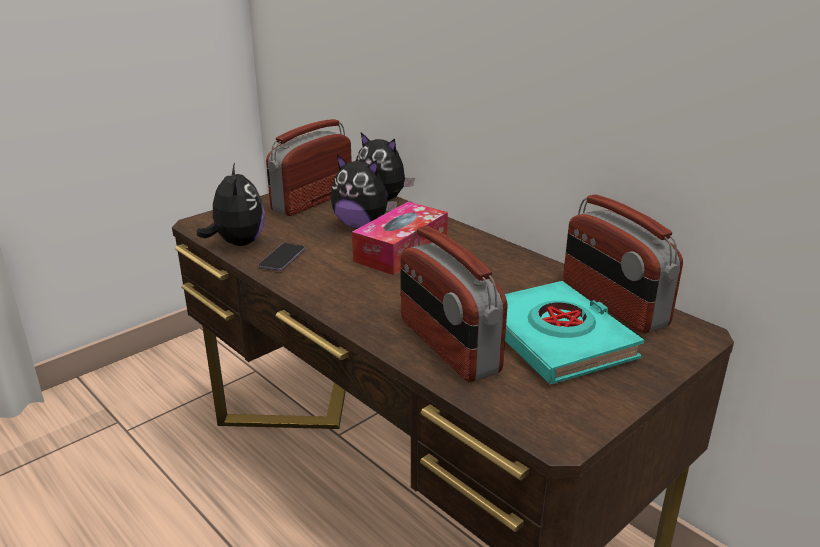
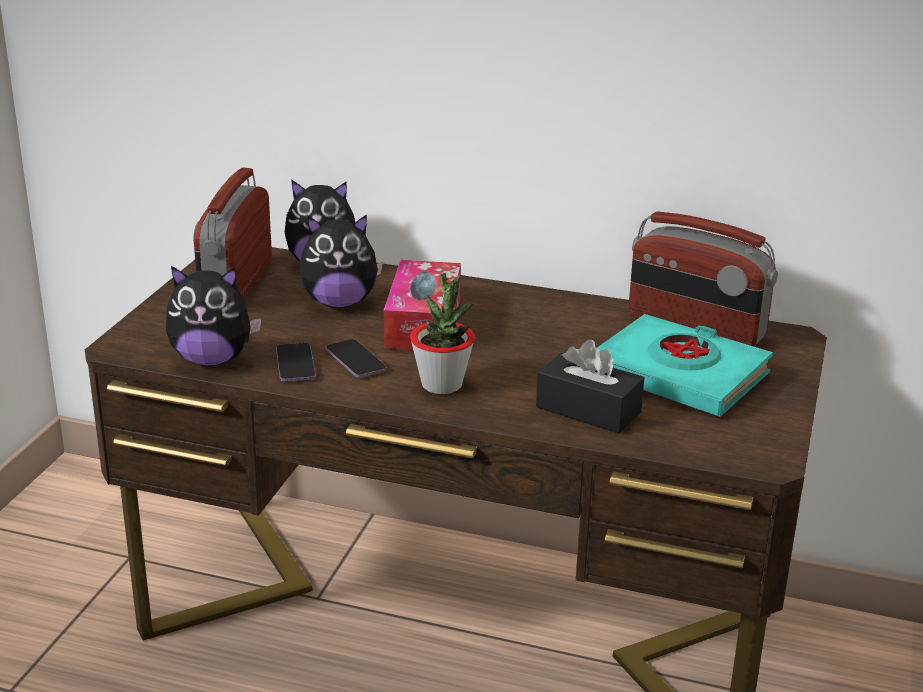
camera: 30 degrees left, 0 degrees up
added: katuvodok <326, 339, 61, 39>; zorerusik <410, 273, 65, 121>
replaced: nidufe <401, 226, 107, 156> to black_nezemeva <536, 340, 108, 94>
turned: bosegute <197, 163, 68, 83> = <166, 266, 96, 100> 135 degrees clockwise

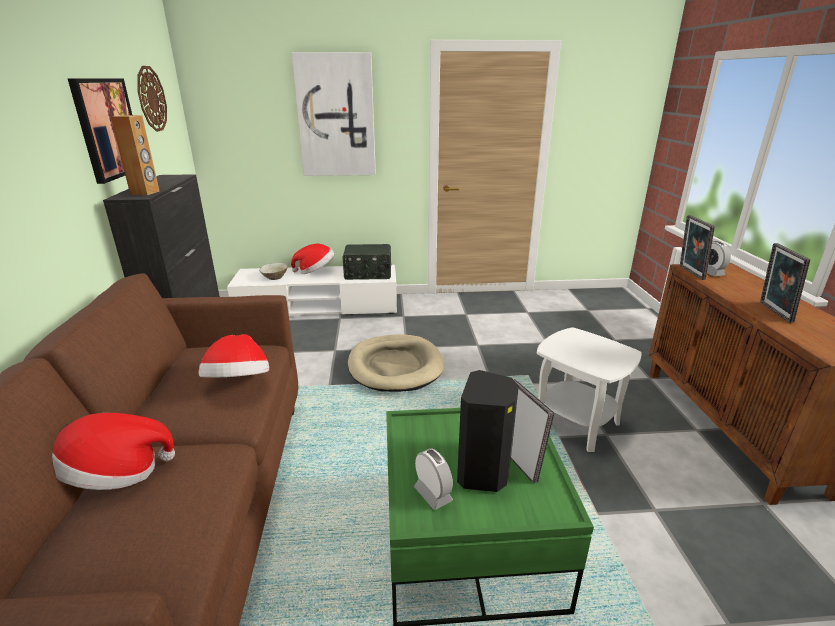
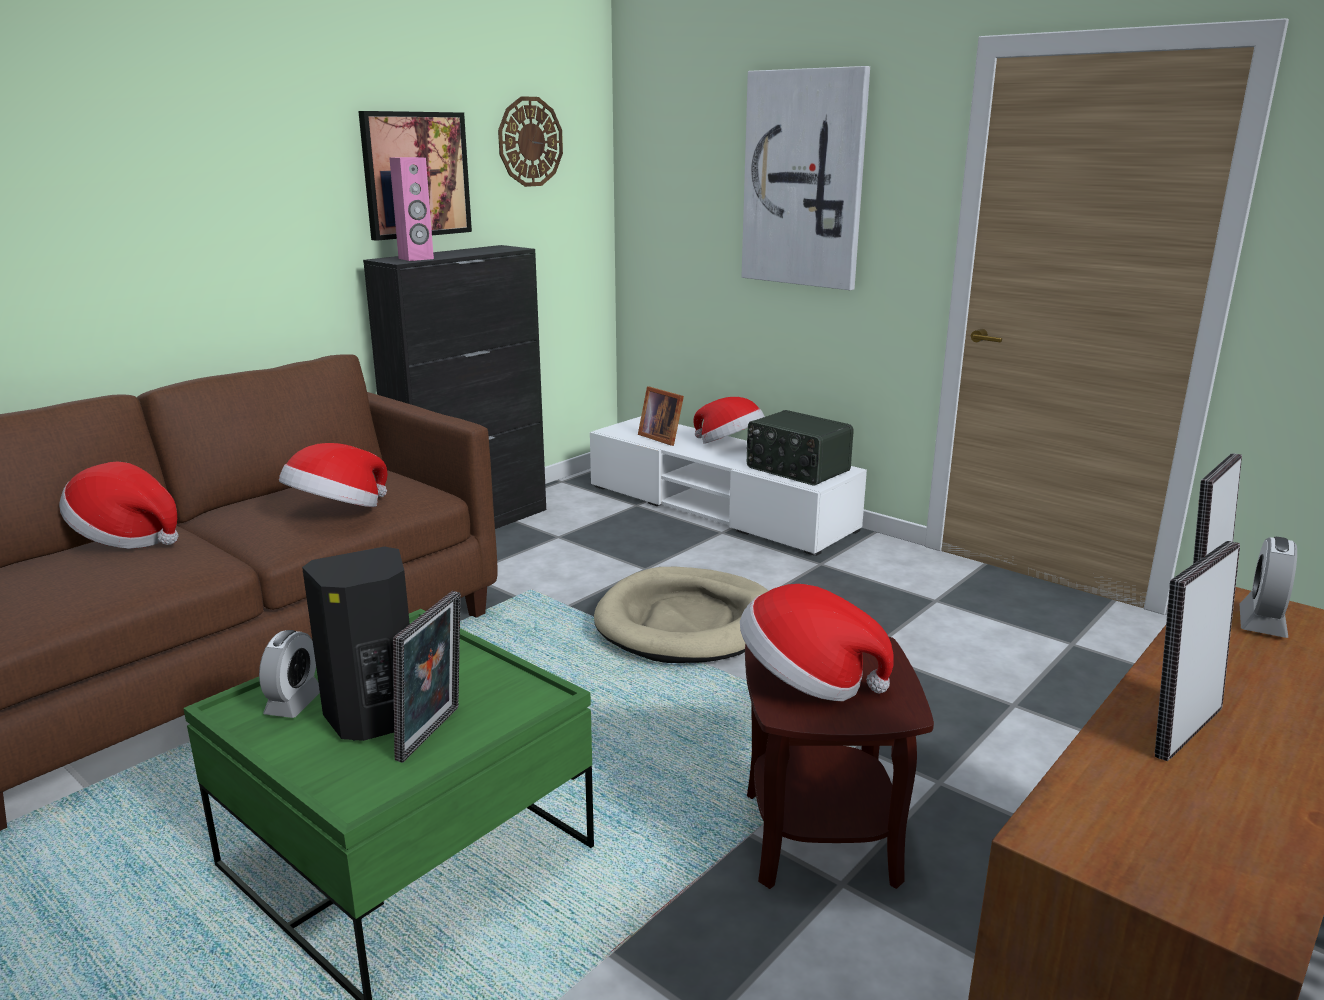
camera: 45 degrees right, 5 degrees down
added: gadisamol <740, 584, 153, 117>
replaced: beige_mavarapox <259, 263, 29, 17> to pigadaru <638, 386, 46, 60>
recoloured: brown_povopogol <111, 115, 48, 80> to pink_povopogol <389, 157, 45, 104>; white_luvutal <537, 327, 105, 125> to brown_luvutal <745, 637, 189, 252>

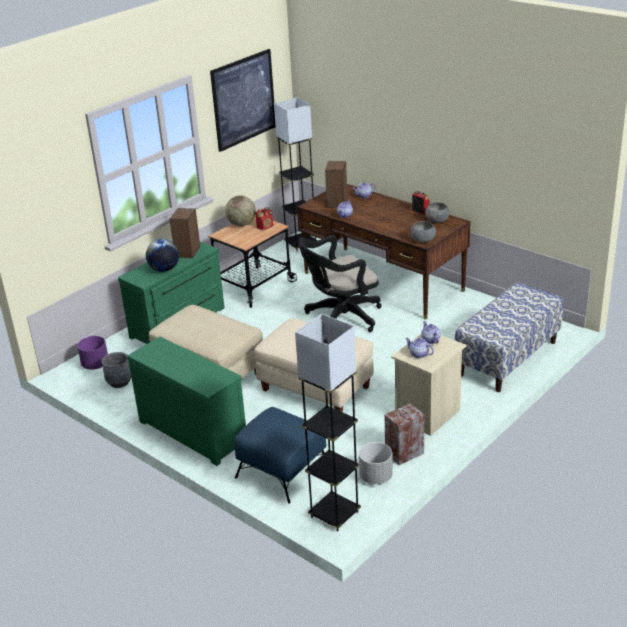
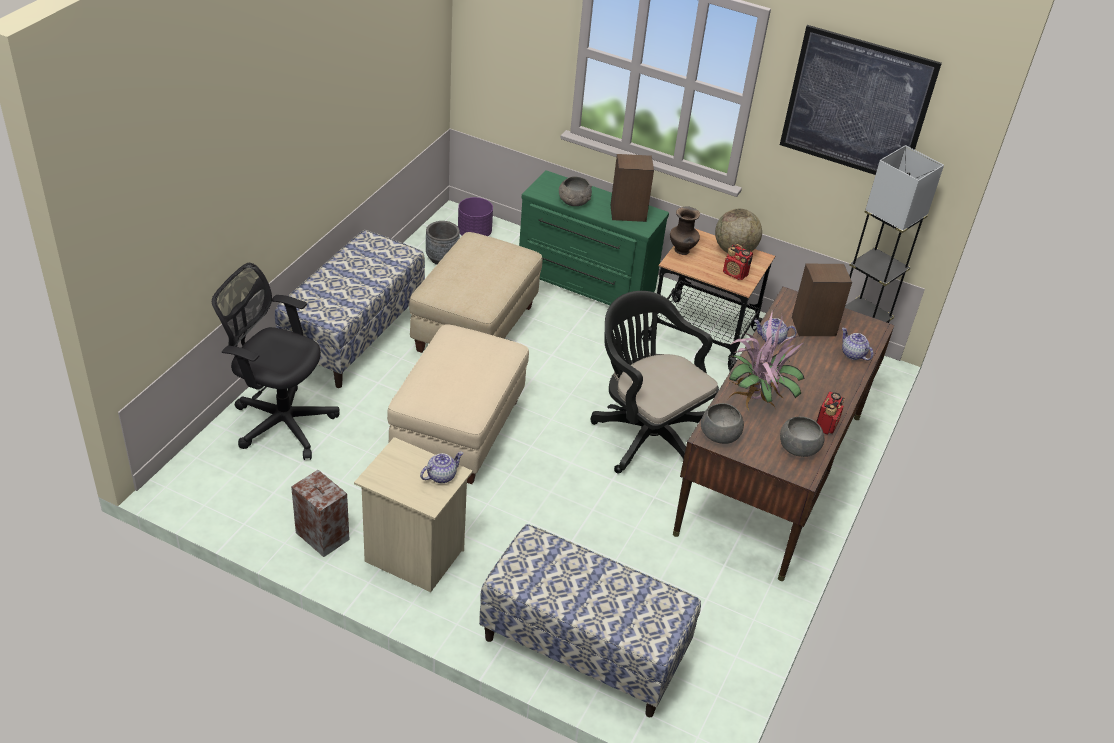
camera: 70 degrees right, 10 degrees up
removed: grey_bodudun <295, 314, 66, 217>; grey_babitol <359, 442, 34, 42>; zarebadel <405, 338, 29, 20>
added: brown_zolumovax <670, 206, 30, 49>; zorerusik <728, 312, 77, 98>
replaced: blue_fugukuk <234, 407, 93, 96> to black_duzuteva <212, 263, 128, 197>; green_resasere <127, 337, 119, 129> to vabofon <275, 230, 150, 158>; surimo <146, 239, 33, 33> to grey_mavarapox <559, 176, 33, 30>

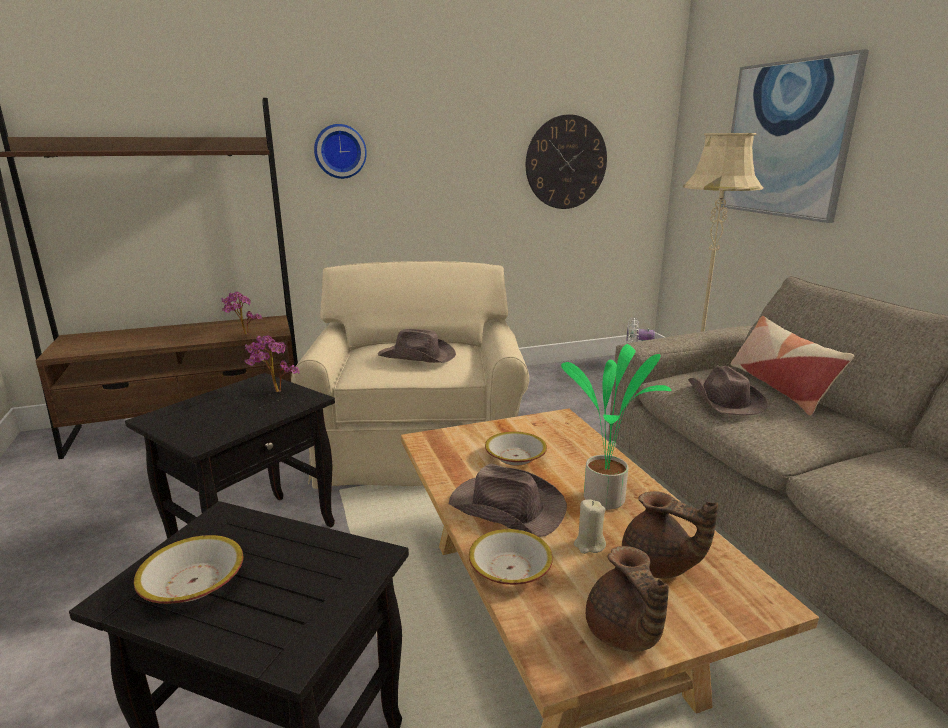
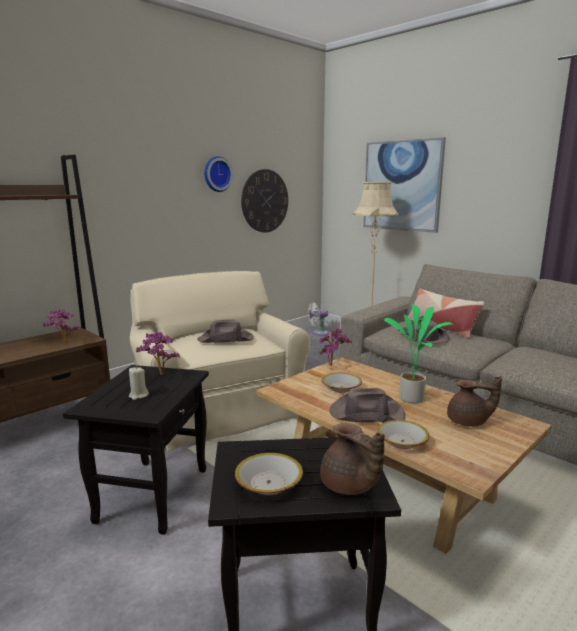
camera: 25 degrees left, 5 degrees down
added: zorerusik <319, 328, 33, 38>
moved: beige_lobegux <574, 499, 32, 55> to <129, 367, 20, 33>; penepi <314, 124, 53, 55> to <204, 156, 29, 36>; brown_zarebadel <586, 546, 83, 106> to <320, 423, 65, 72>

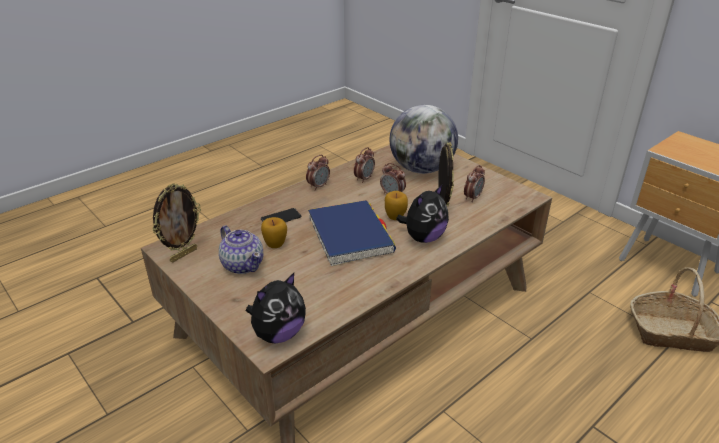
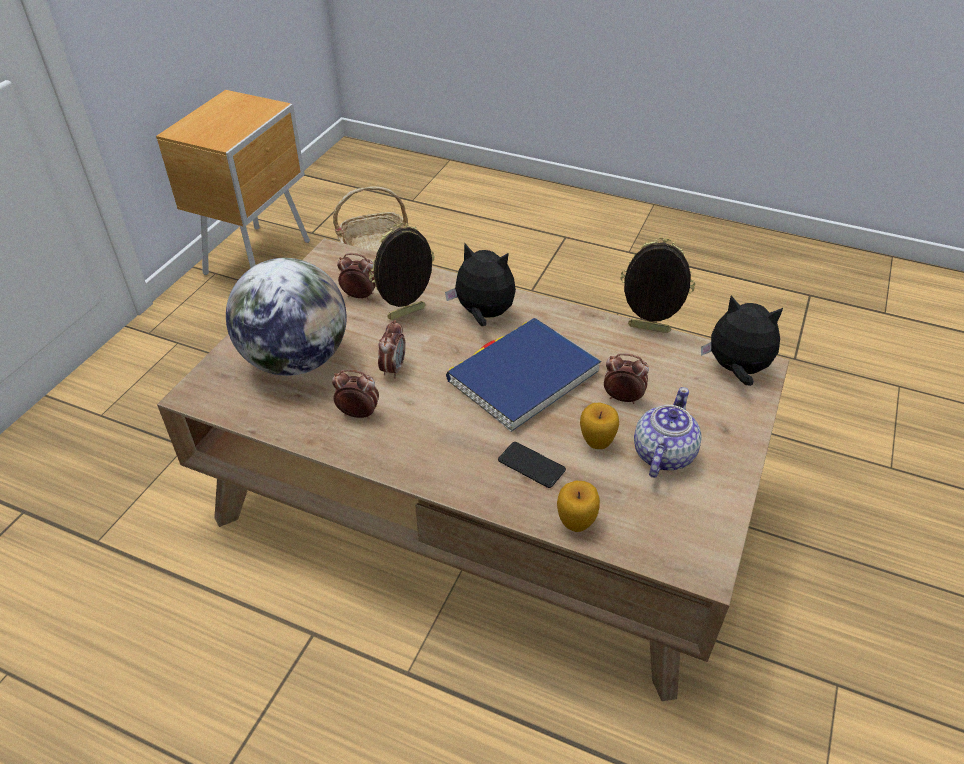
camera: 115 degrees left, 10 degrees up
moved: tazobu <385, 191, 23, 29> to <557, 481, 43, 51>; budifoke <306, 155, 24, 36> to <604, 353, 45, 51>; pigadaru <153, 183, 48, 79> to <620, 237, 75, 96>

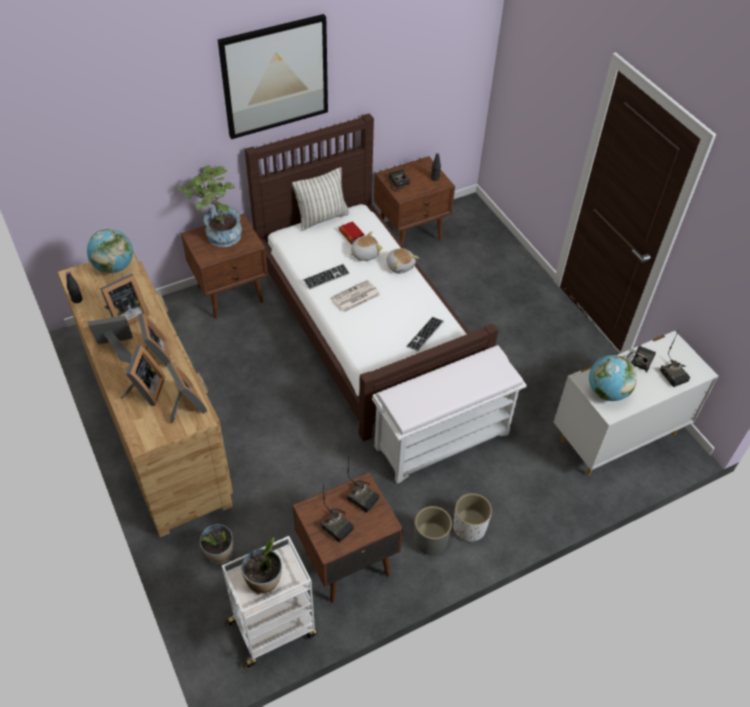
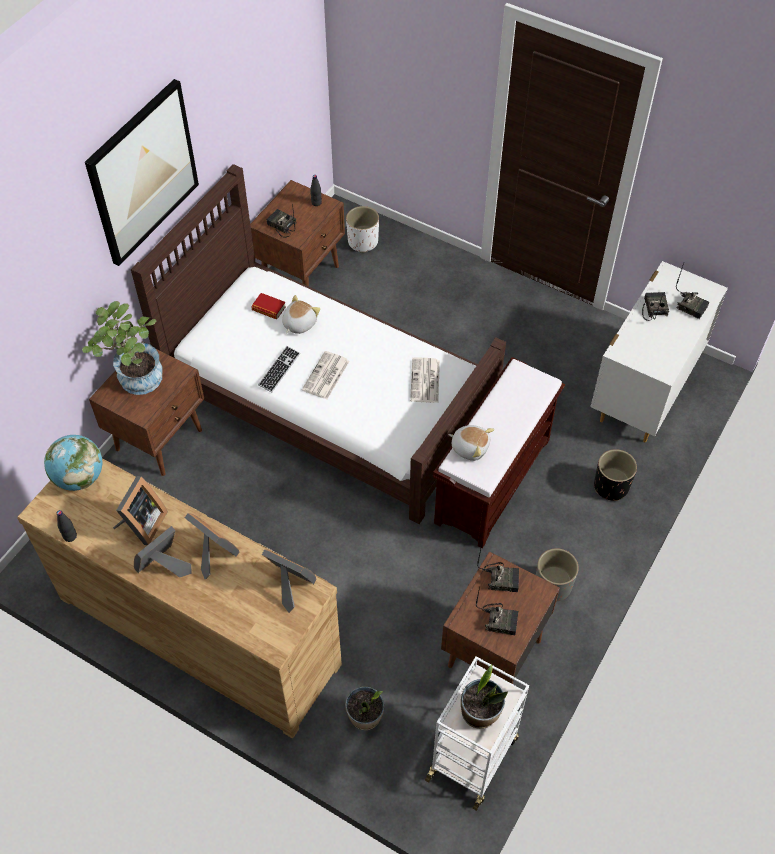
camera: 30 degrees left, 5 degrees up
removed: pigadaru <121, 345, 44, 61>; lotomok <292, 167, 57, 64>; surimo <589, 355, 48, 46>
added: black_babitol <594, 449, 43, 52>
moved: white_babitol <453, 493, 39, 49> to <346, 206, 33, 47>; bosegute <386, 248, 33, 26> to <449, 425, 45, 36>
replaced: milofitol <406, 317, 38, 34> to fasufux <410, 358, 30, 45>
recoloured: white_vabofon <372, 345, 155, 139> to brown_vabofon <433, 357, 132, 191>

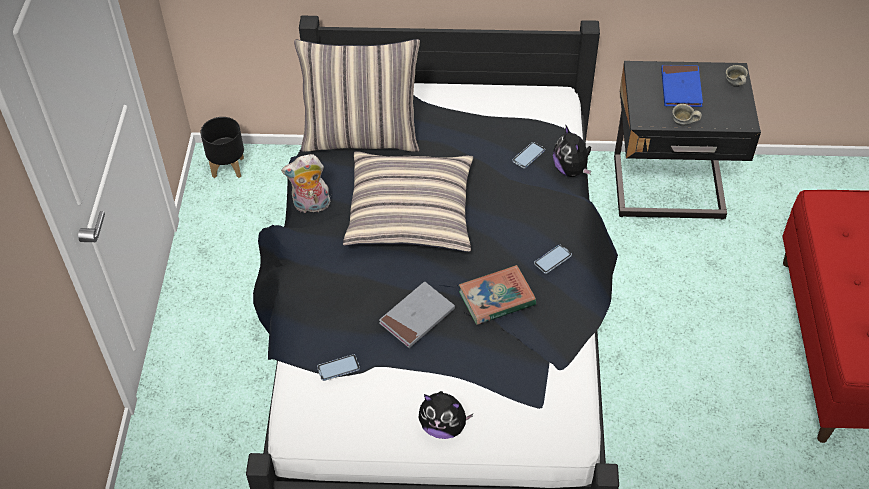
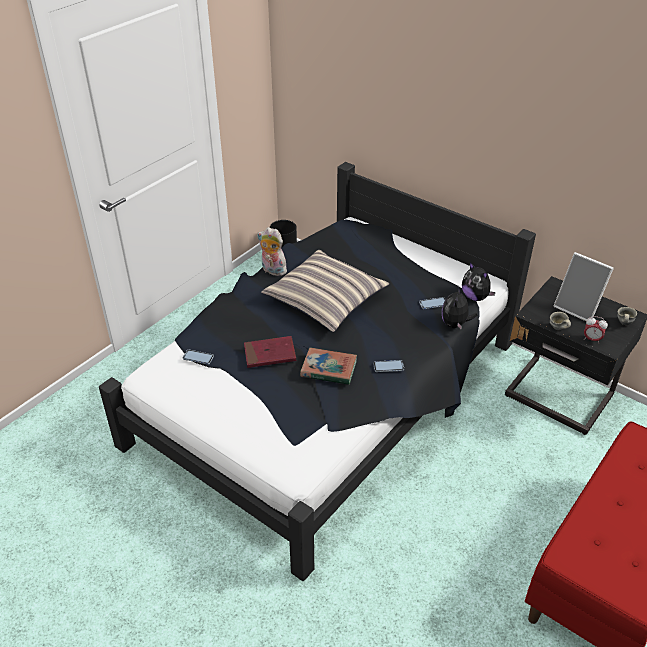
camera: 35 degrees right, 10 degrees down
removed: lotomok <294, 39, 126, 113>
added: budifoke <584, 316, 24, 26>
moved: bosegute <419, 391, 54, 48> to <462, 262, 34, 39>
replaced: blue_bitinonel <661, 65, 42, 42> to pigadaru <553, 252, 61, 69>
recoloured: grey_bitinonel <379, 282, 76, 66> to red_bitinonel <244, 336, 52, 32>

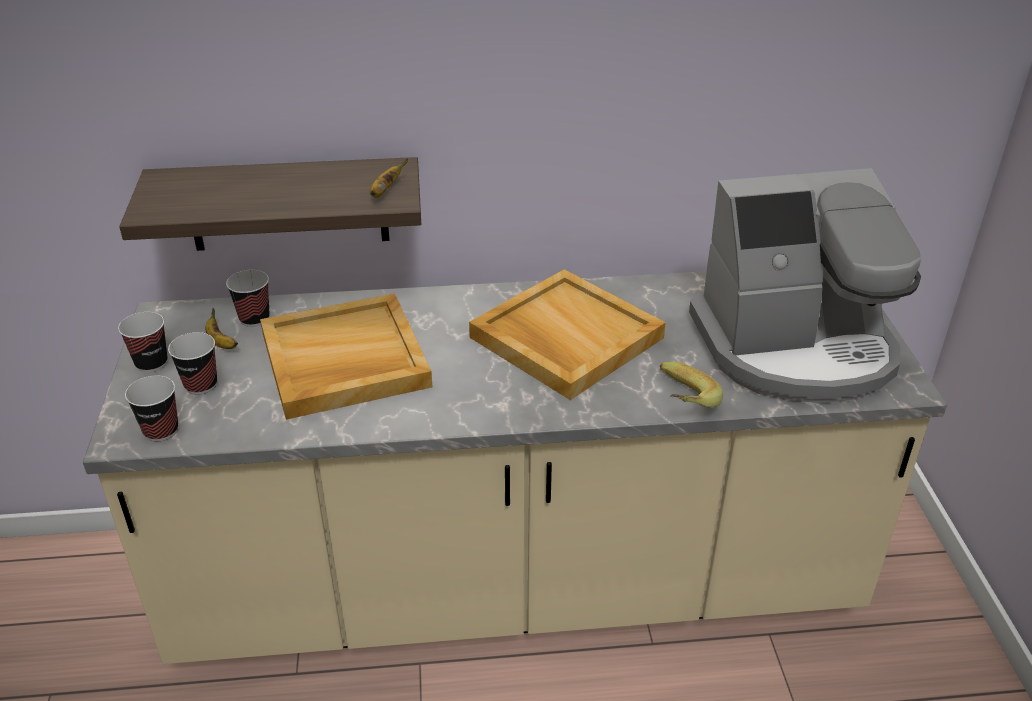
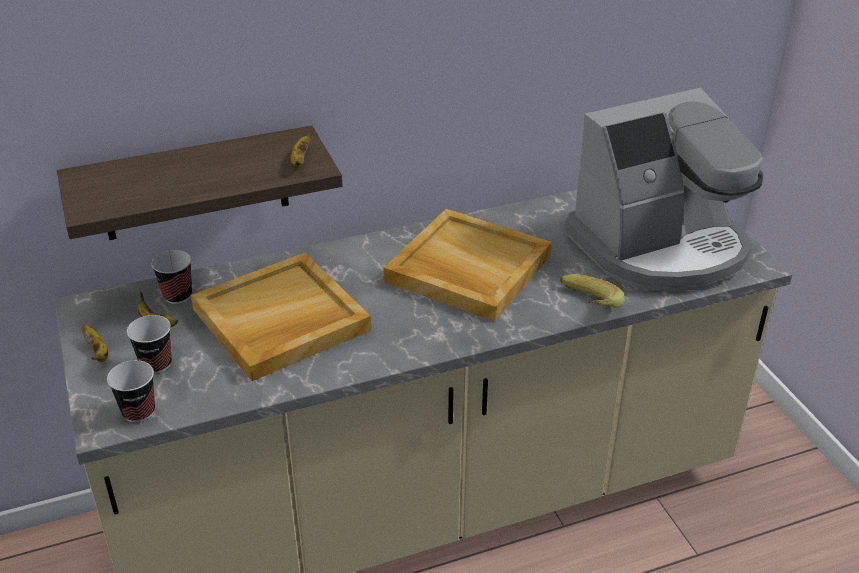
camera: 15 degrees left, 0 degrees up
replaced: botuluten <118, 312, 50, 60> to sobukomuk <82, 325, 27, 37>

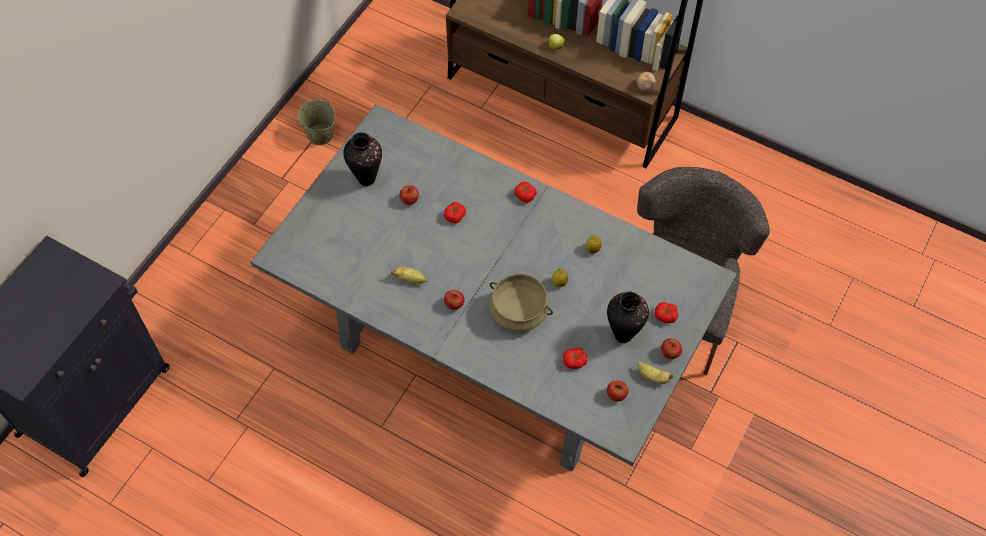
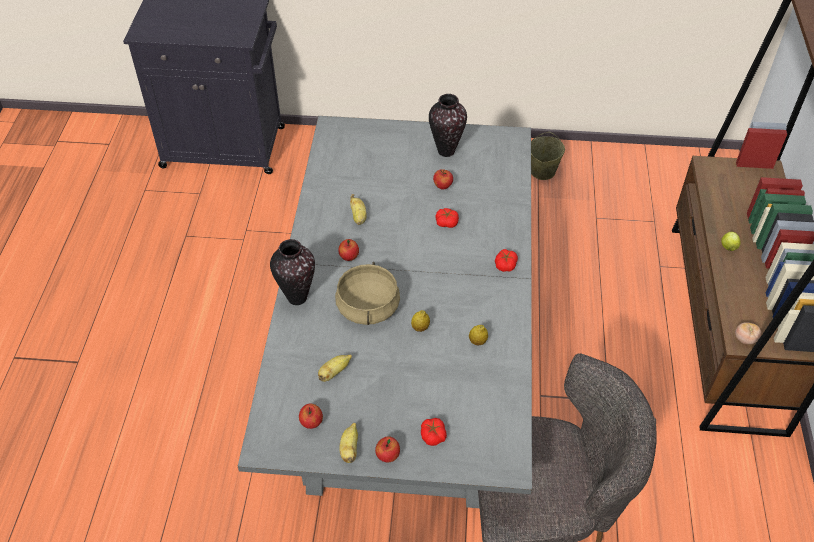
camera: 65 degrees right, 10 degrees down
moved: zolumovax <607, 292, 42, 51> to <270, 239, 45, 66>
replaced: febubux <563, 348, 24, 21> to sobukomuk <318, 355, 34, 27>

